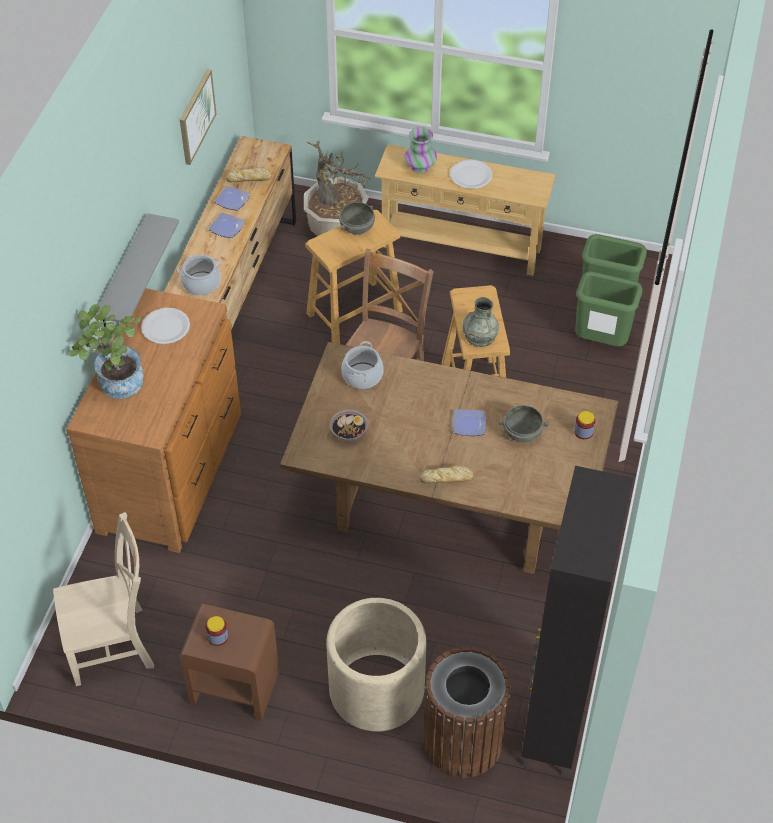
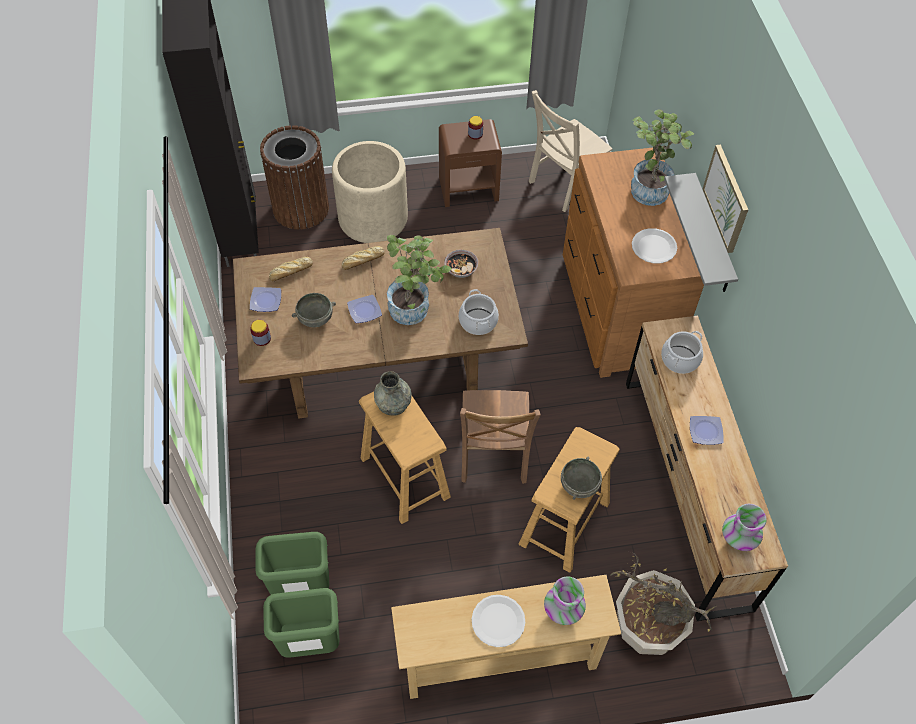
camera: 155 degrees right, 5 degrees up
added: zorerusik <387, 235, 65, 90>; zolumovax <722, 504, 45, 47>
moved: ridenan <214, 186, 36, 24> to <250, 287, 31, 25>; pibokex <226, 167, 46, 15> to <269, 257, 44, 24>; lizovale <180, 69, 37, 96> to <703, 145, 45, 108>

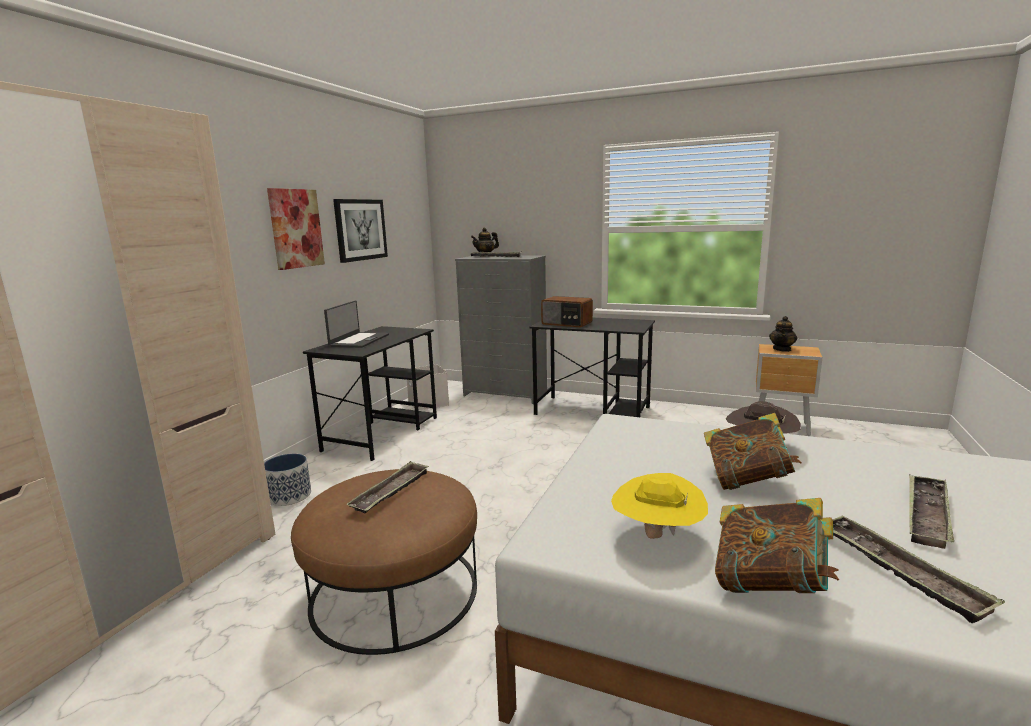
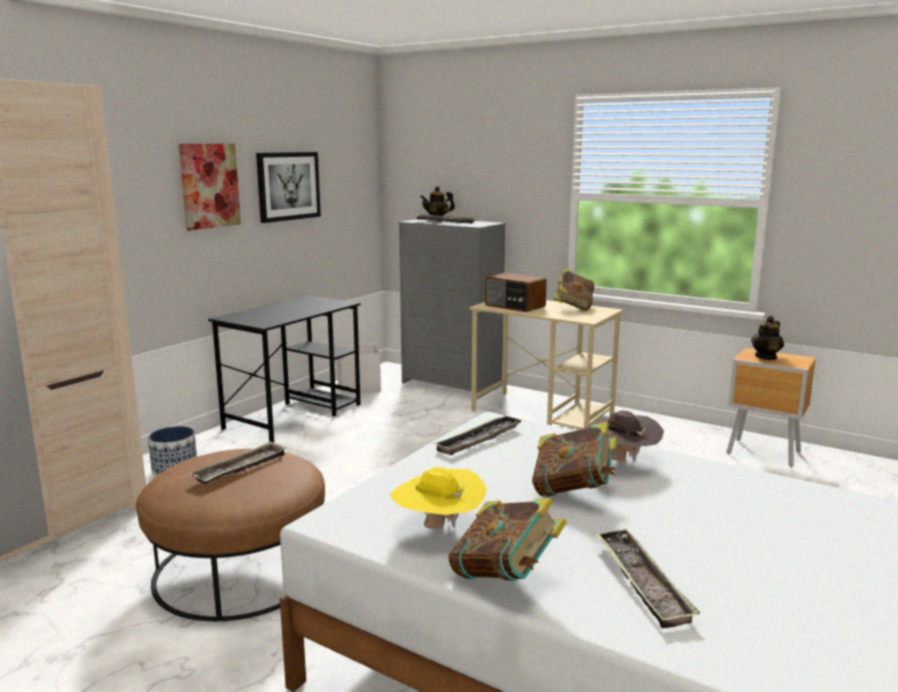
camera: 10 degrees right, 0 degrees up
removed: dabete <324, 300, 65, 48>
added: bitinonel <554, 268, 40, 43>
moved: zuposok <909, 474, 45, 75> to <434, 415, 88, 40>
recoloured: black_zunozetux <530, 318, 125, 99> to beige_zunozetux <469, 300, 154, 130>

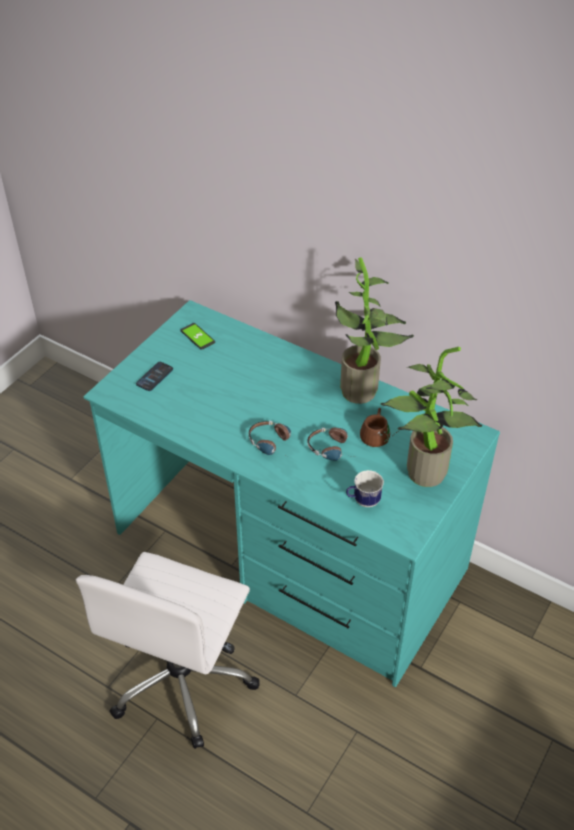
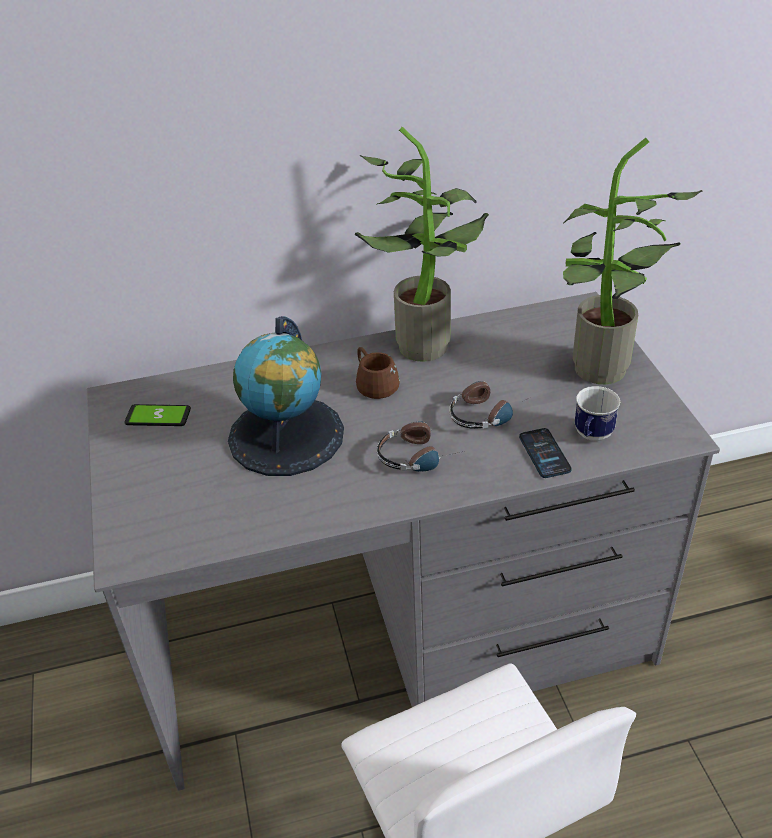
camera: 45 degrees left, 5 degrees down
added: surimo <228, 316, 116, 160>
moved: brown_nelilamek <360, 408, 39, 39> to <356, 347, 44, 52>; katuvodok <136, 362, 37, 29> to <519, 428, 53, 50>
recoloured: turquoise_zunozetux <83, 300, 417, 387> to grey_zunozetux <87, 292, 633, 499>

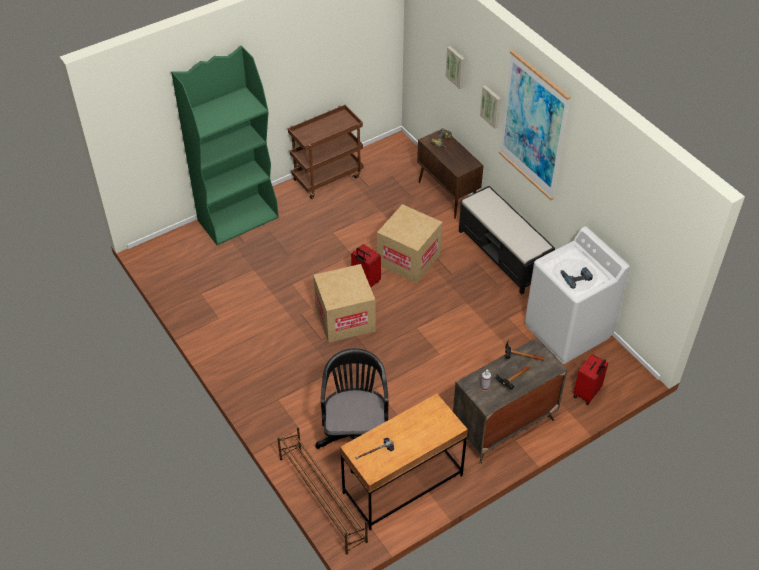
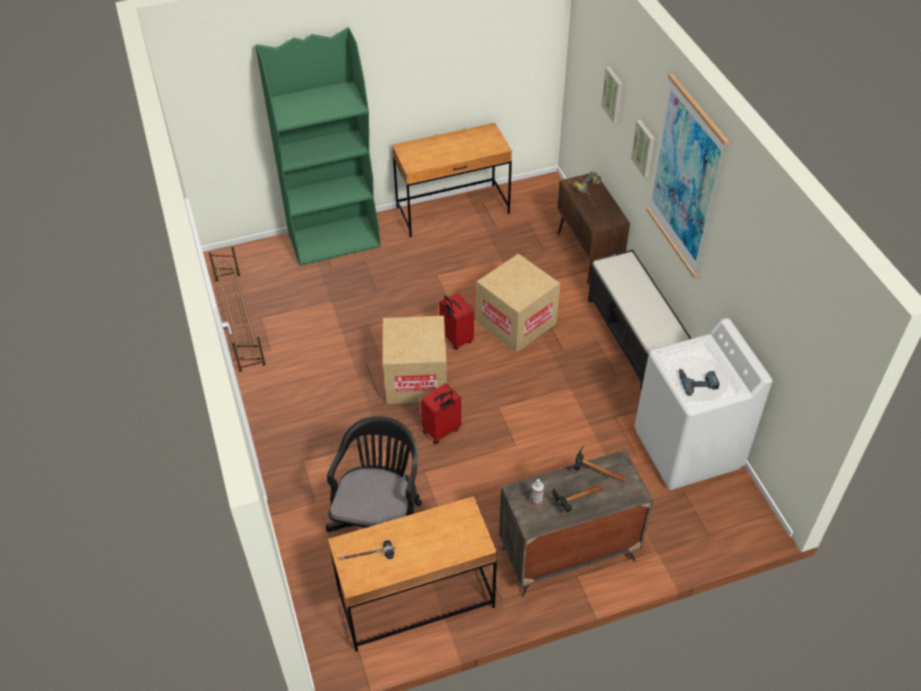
camera: 15 degrees right, 0 degrees up
moved: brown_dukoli <277, 427, 91, 128> to <209, 247, 57, 125>; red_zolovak <573, 354, 35, 51> to <421, 383, 40, 62>
replaced: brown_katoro <288, 105, 75, 94> to brown_zunozetux <392, 123, 120, 114>

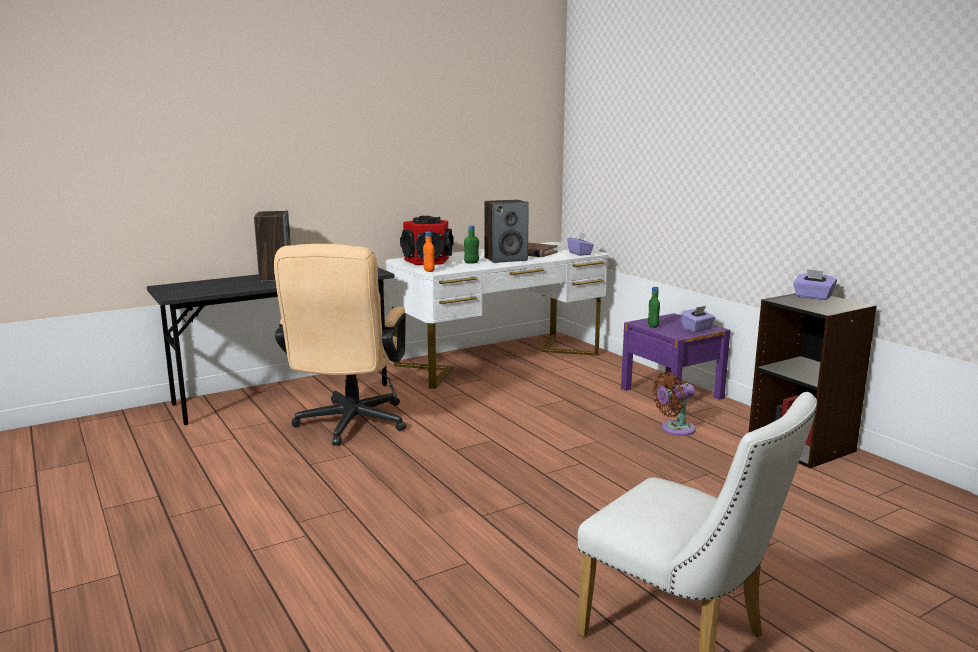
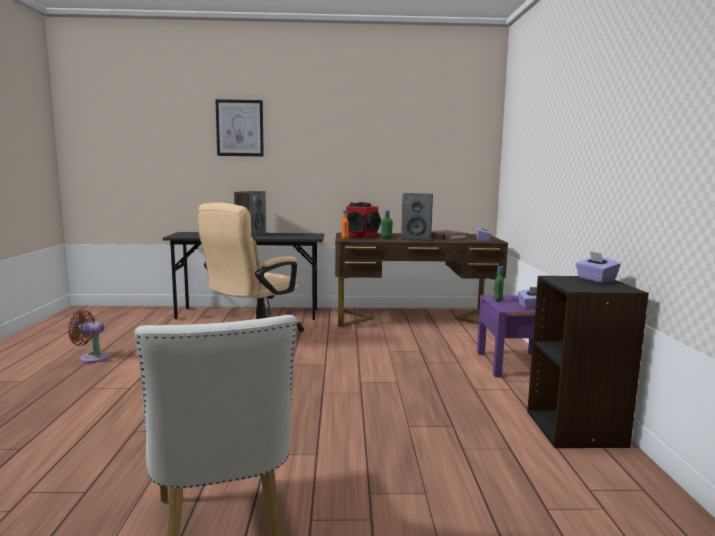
camera: 30 degrees right, 5 degrees down
added: lizovale <215, 99, 49, 58>
moved: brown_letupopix <653, 372, 43, 64> to <67, 310, 43, 53>
recoloured: white_zunozetux <386, 242, 222, 147> to brown_zunozetux <335, 233, 173, 94>

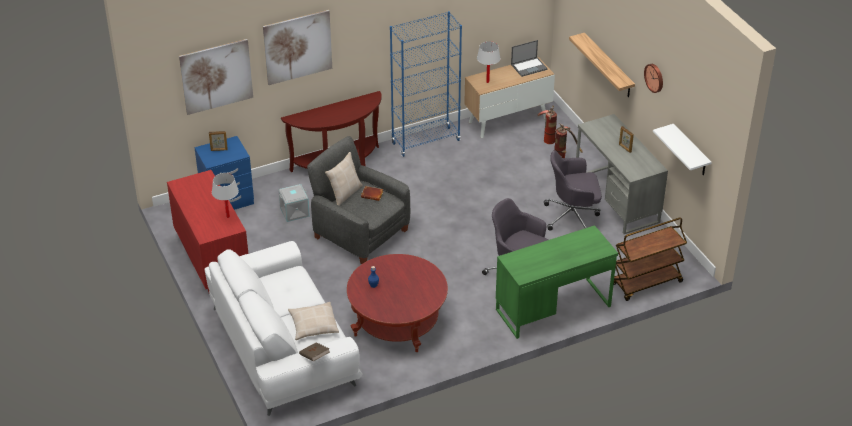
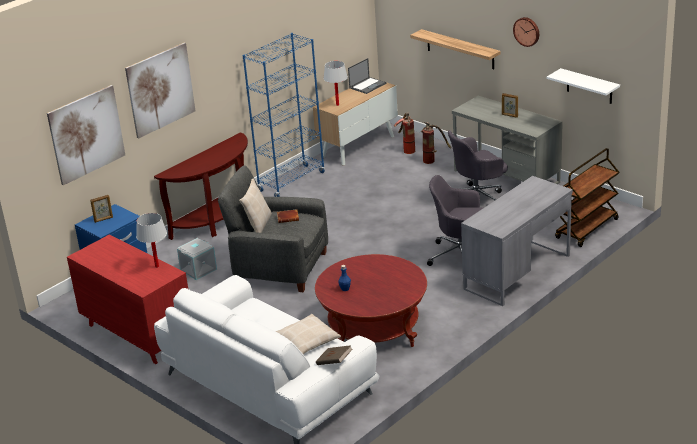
camera: 20 degrees left, 10 degrees down
recoloured: green_zunozetux <496, 225, 122, 114> to grey_zunozetux <461, 176, 112, 130>

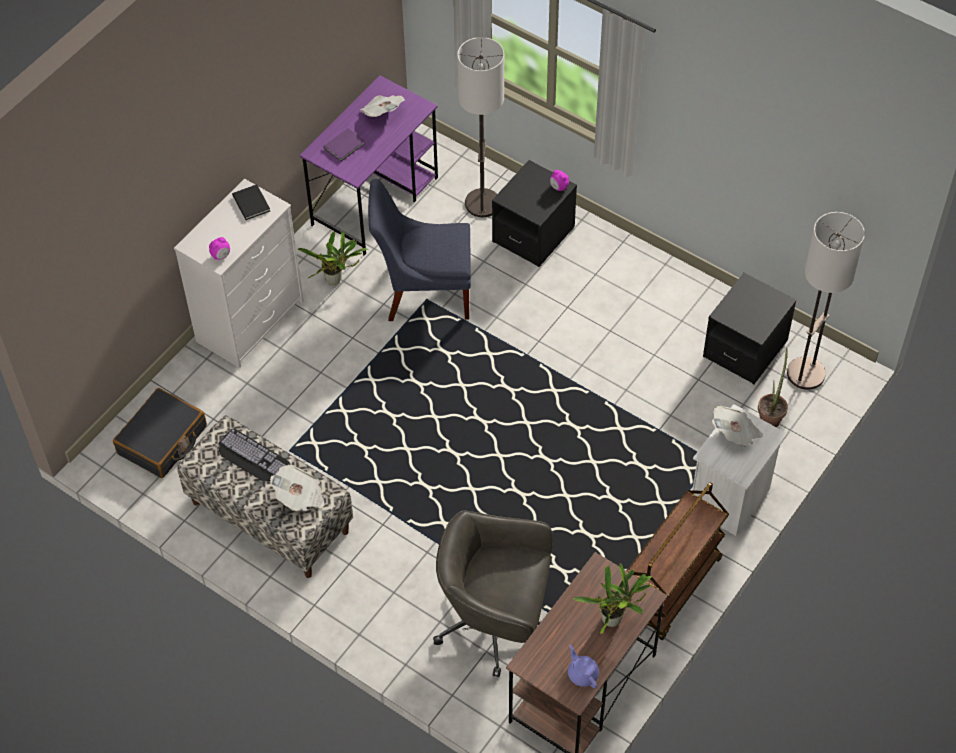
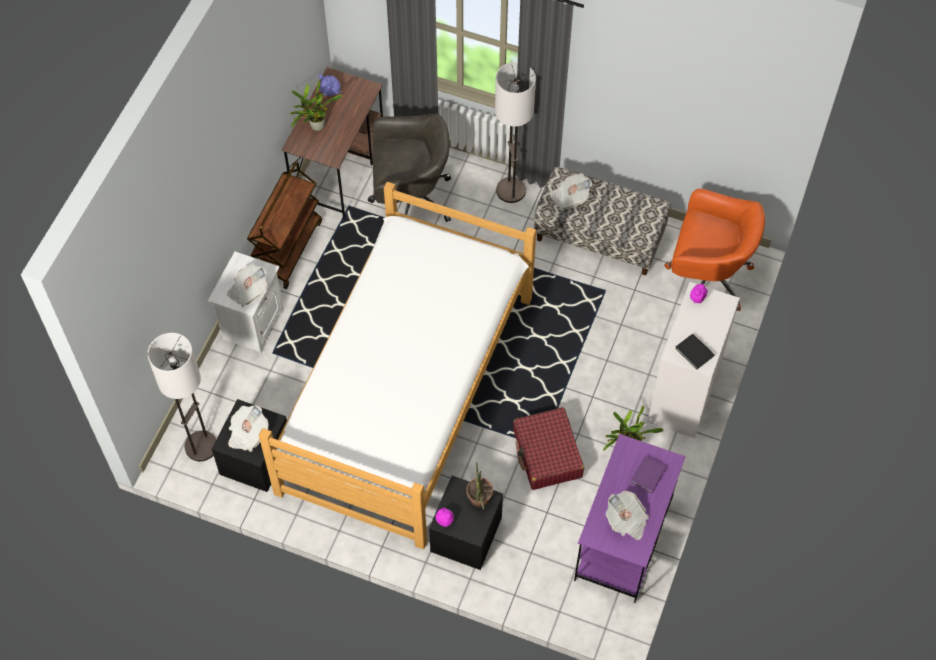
camera: 165 degrees right, 5 degrees up
removed: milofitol <218, 428, 73, 53>
added: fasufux <228, 405, 40, 47>; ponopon <259, 182, 277, 367>
moved: zorerusik <758, 348, 30, 79> to <466, 462, 27, 47>; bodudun <457, 37, 47, 180> to <495, 62, 41, 141>
replaced: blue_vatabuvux <368, 179, 103, 142> to red_zolovak <513, 407, 71, 83>; black_zolovak <113, 388, 94, 90> to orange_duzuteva <664, 189, 101, 122>

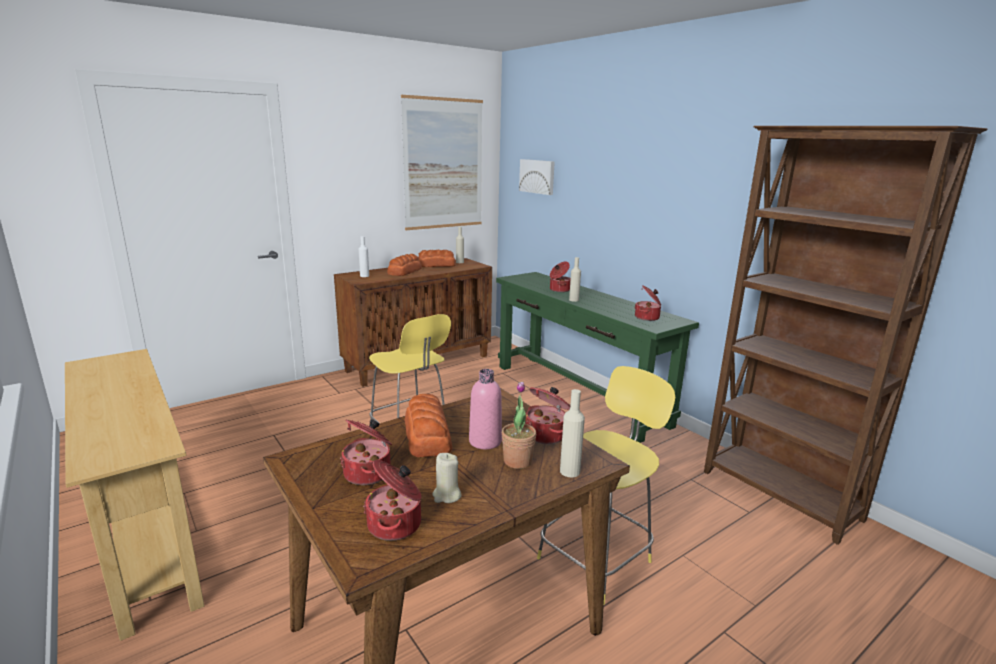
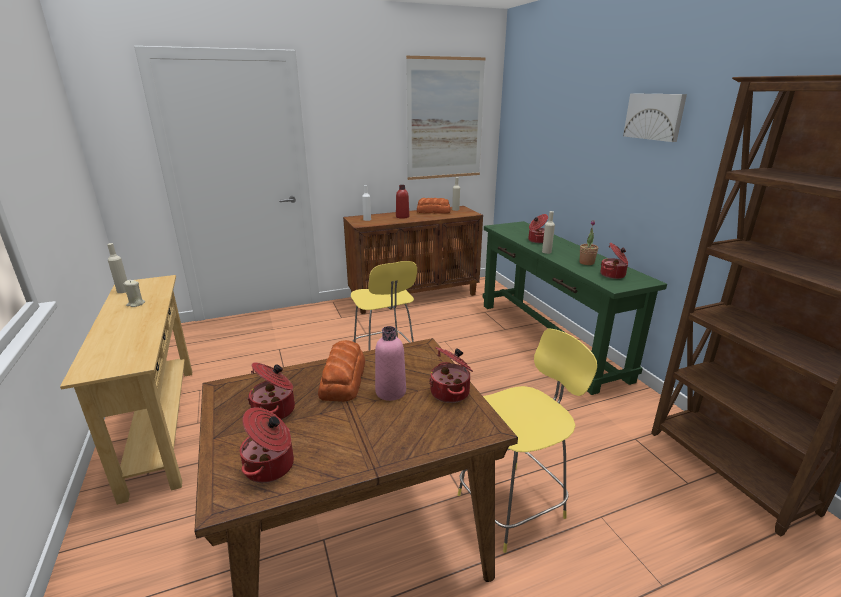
camera: 15 degrees right, 5 degrees up
moved: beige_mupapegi <560, 389, 25, 88> to <107, 243, 20, 50>; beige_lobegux <432, 453, 30, 50> to <124, 280, 21, 27>; zorerusik <502, 382, 34, 87> to <579, 220, 19, 45>; lizovale <519, 159, 36, 36> to <623, 93, 64, 49>
replaced: pibokex <387, 254, 35, 22> to red_mupapegi <396, 185, 13, 34>

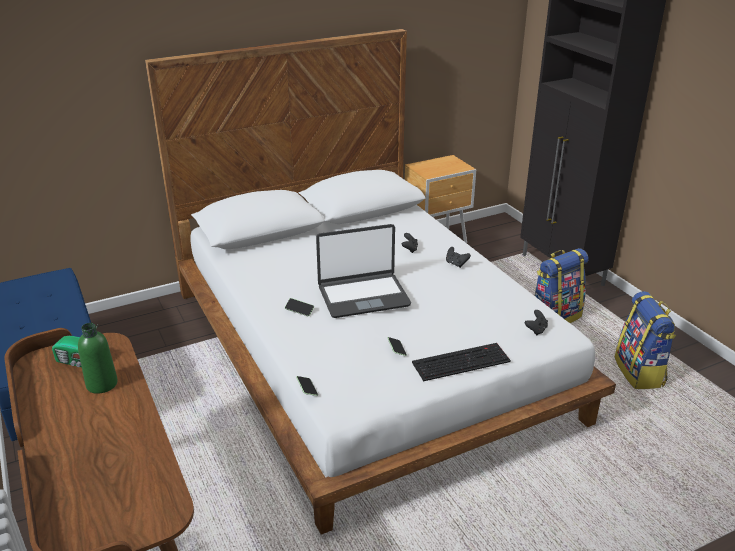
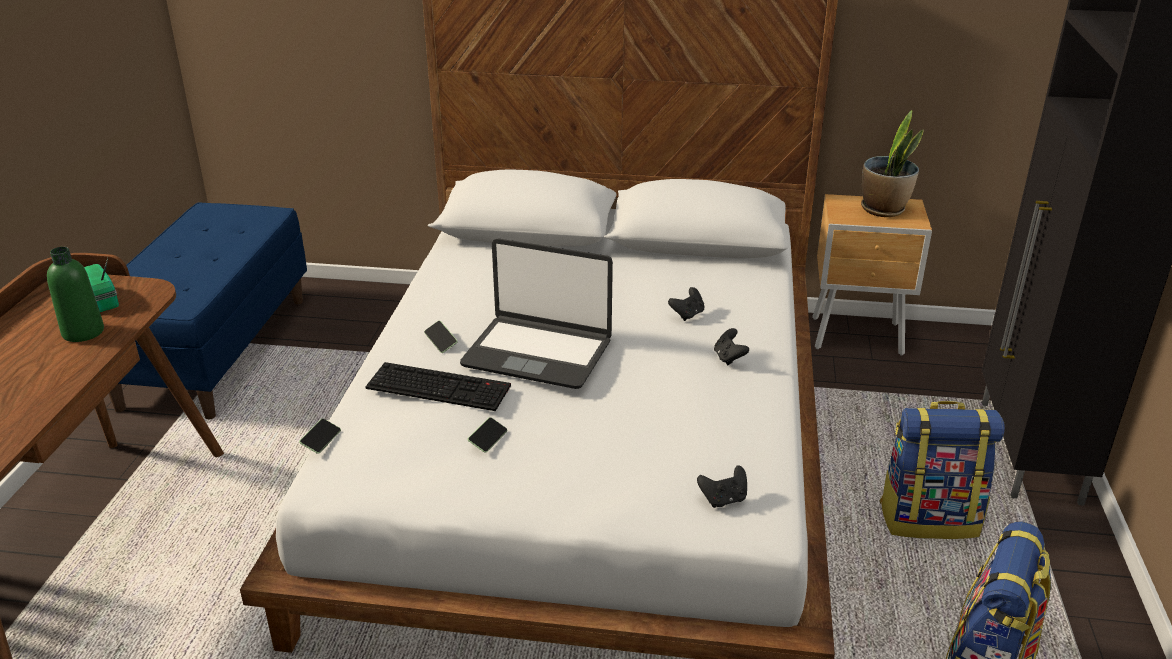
camera: 35 degrees right, 0 degrees up
added: zorerusik <861, 110, 63, 107>
moved: milofitol <412, 343, 99, 38> to <365, 362, 146, 49>

